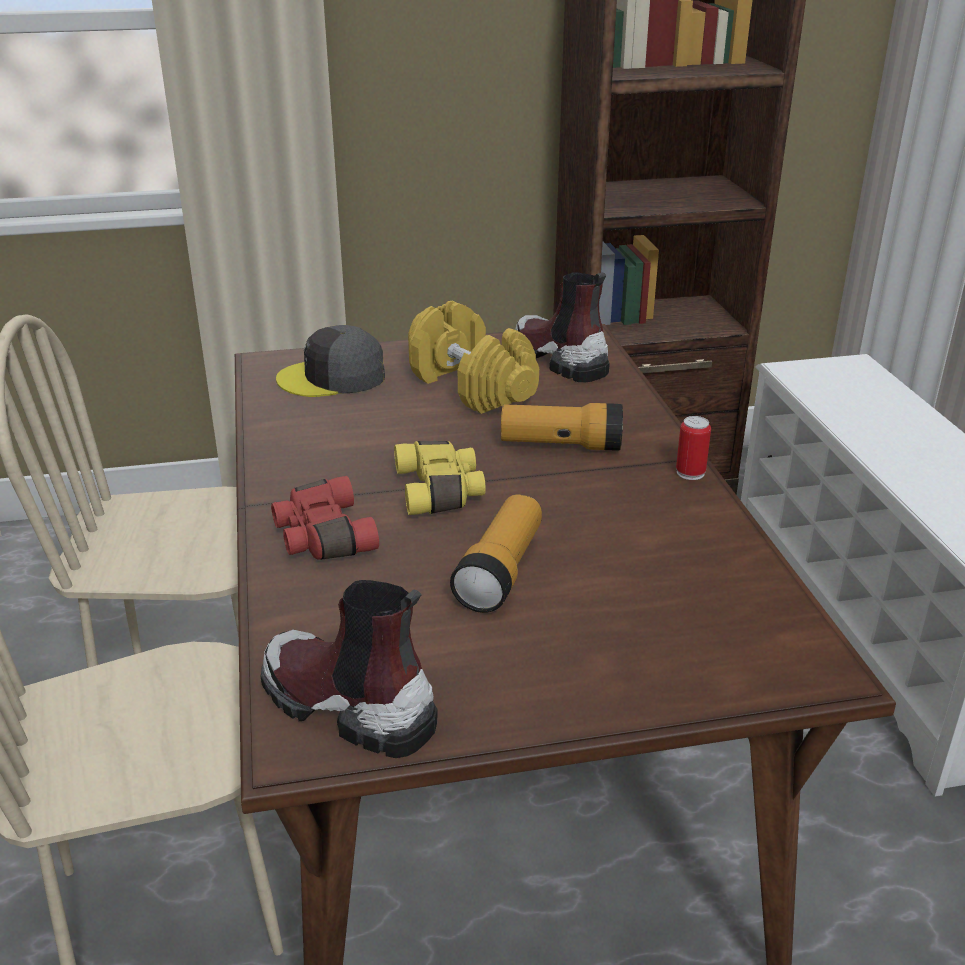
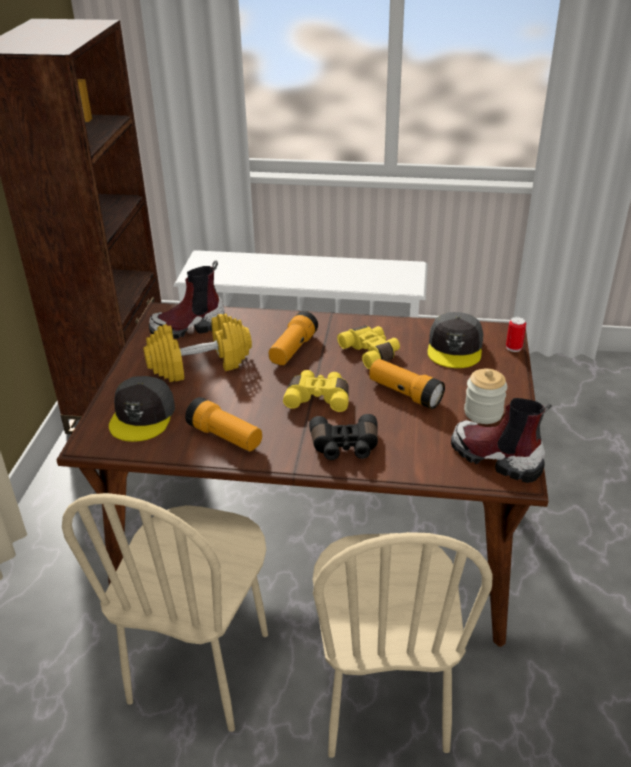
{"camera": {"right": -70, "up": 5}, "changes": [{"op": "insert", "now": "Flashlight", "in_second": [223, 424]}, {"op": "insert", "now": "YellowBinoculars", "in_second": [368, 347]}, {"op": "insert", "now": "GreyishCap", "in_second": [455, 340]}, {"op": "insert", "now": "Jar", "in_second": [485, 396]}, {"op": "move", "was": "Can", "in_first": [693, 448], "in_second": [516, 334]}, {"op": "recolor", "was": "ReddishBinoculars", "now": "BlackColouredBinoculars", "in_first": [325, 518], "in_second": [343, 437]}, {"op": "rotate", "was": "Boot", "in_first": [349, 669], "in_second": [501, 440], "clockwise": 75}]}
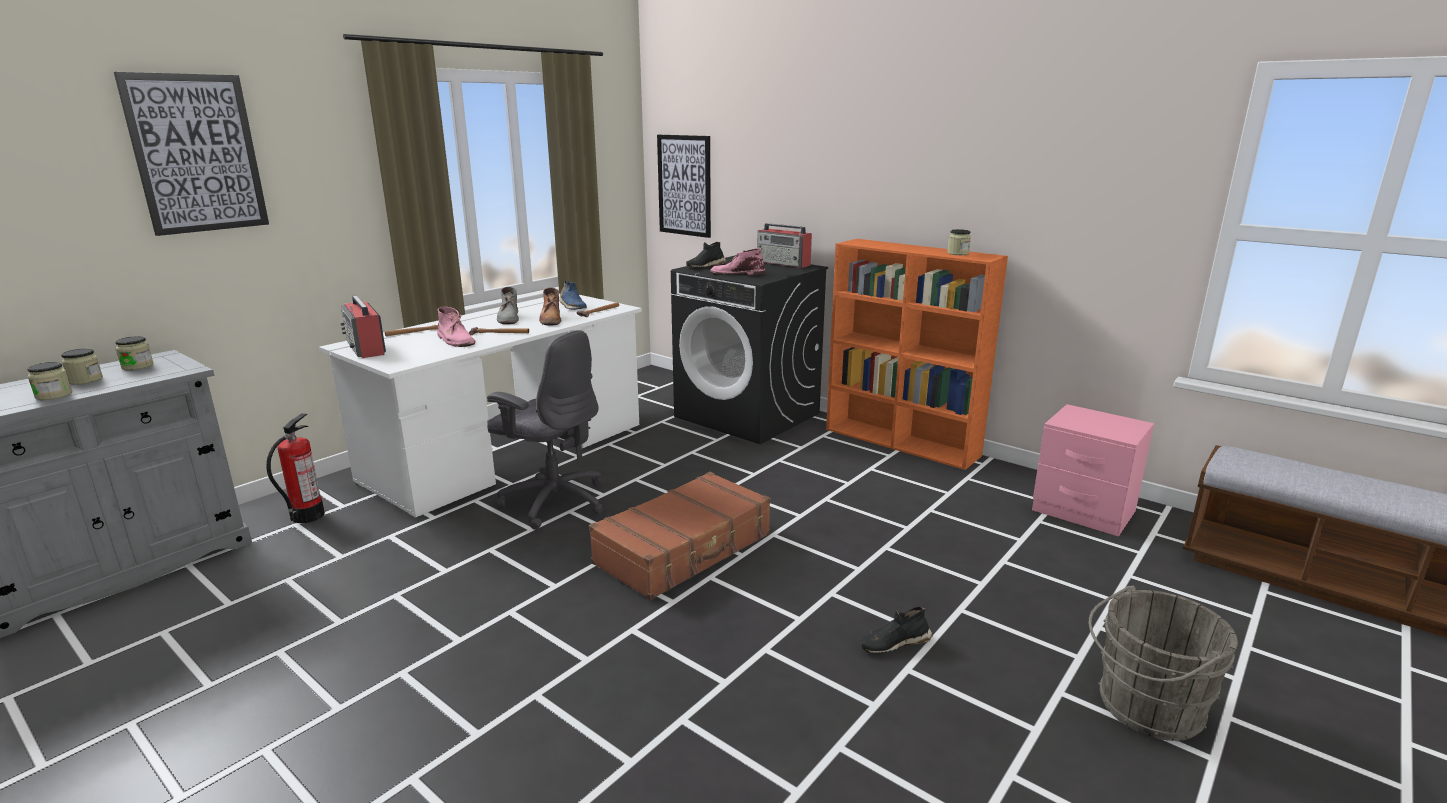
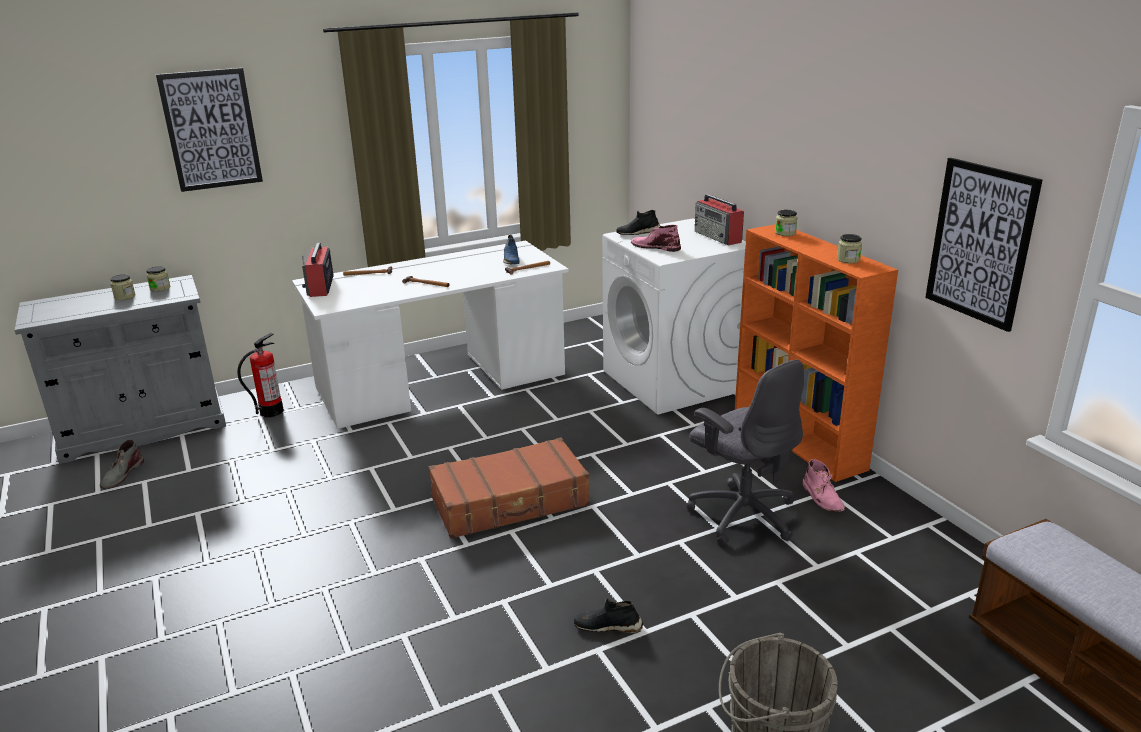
{"camera": {"right": 25, "up": 5}, "changes": [{"op": "delete", "was": "BrownBoot", "in_first": [550, 307]}, {"op": "delete", "was": "PinkNightstand", "in_first": [1093, 470]}, {"op": "move", "was": "Jar", "in_first": [49, 381], "in_second": [786, 223]}, {"op": "move", "was": "PinkBoot", "in_first": [456, 327], "in_second": [824, 485]}, {"op": "move", "was": "GreyishComputerChair", "in_first": [545, 430], "in_second": [745, 452]}, {"op": "move", "was": "GreyishBoot", "in_first": [508, 305], "in_second": [122, 463]}, {"op": "move", "was": "WallPicture", "in_first": [684, 186], "in_second": [983, 245]}, {"op": "recolor", "was": "BlackColouredWashingMachine", "now": "WhiteWashingMachine", "in_first": [749, 349], "in_second": [674, 316]}]}
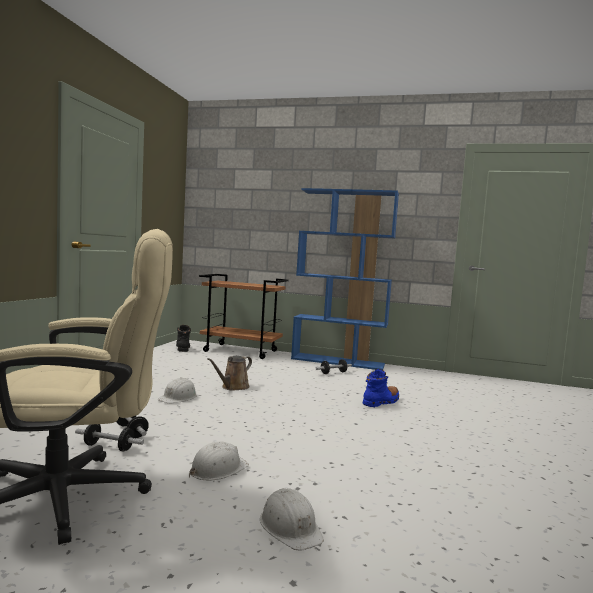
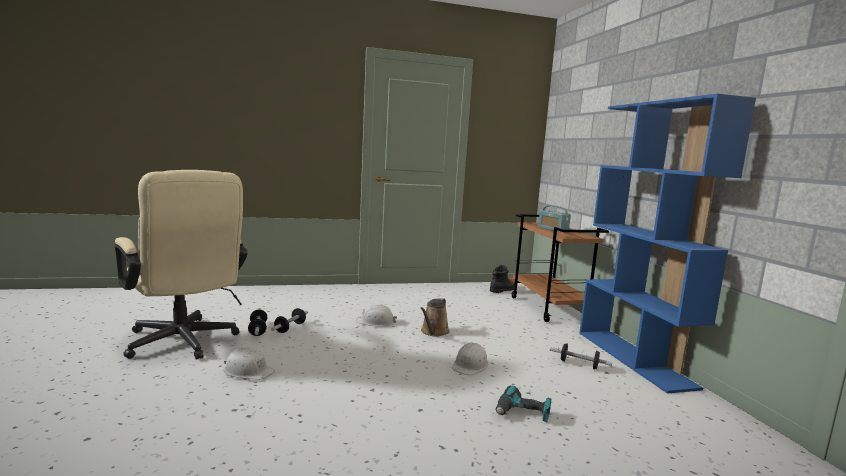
{"camera": {"right": 60, "up": 5}, "changes": [{"op": "insert", "now": "RadioReceiver", "in_second": [554, 218]}, {"op": "move", "was": "WhiteHardHat", "in_first": [292, 519], "in_second": [470, 359]}, {"op": "replace", "was": "BlueColouredBoot", "now": "Drill", "in_first": [381, 388], "in_second": [523, 404]}, {"op": "rotate", "was": "BrownSprinklingCan", "in_first": [229, 373], "in_second": [435, 317], "clockwise": -75}]}
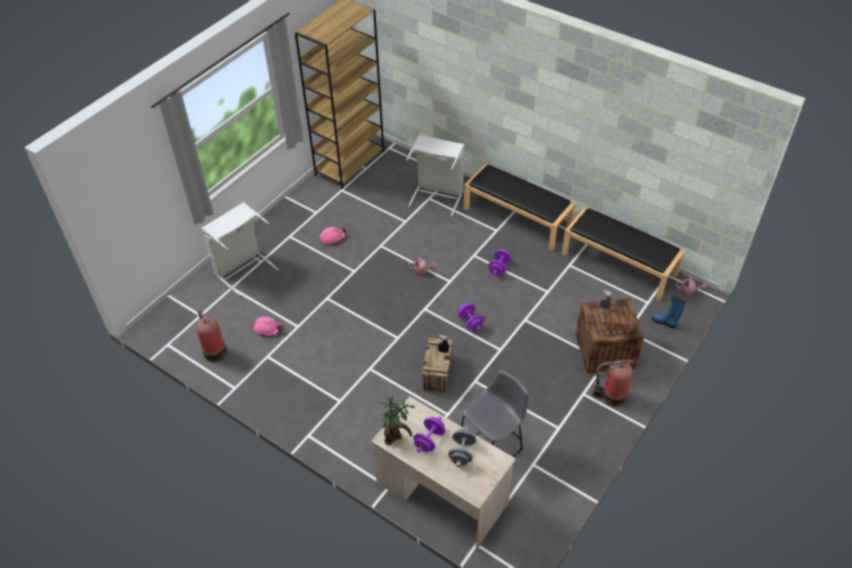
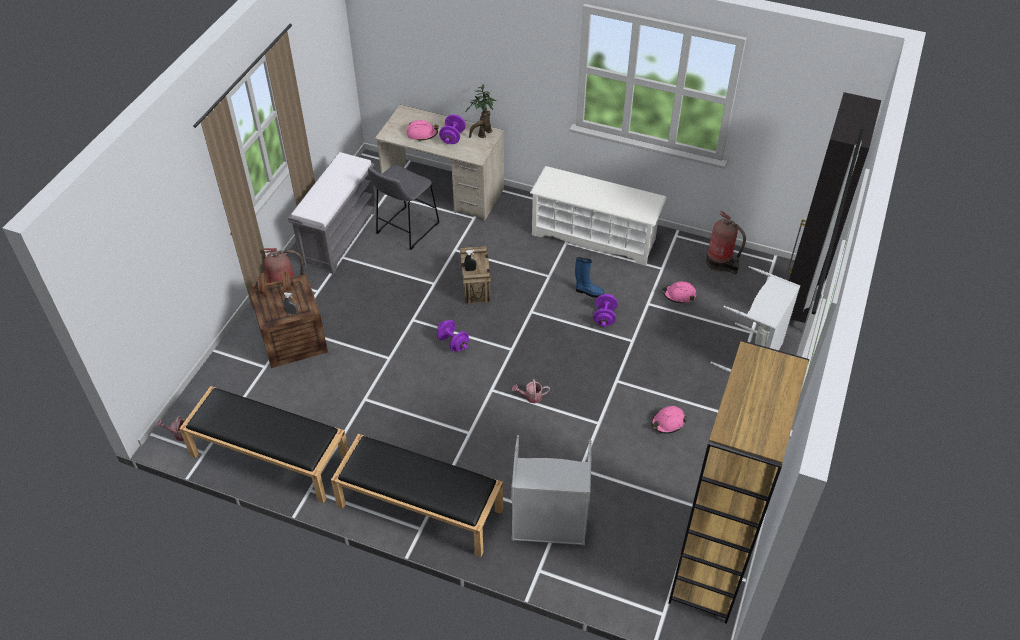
{"camera": {"right": 165, "up": 0}, "changes": [{"op": "insert", "now": "GreyishIndoorBench", "in_second": [332, 213]}, {"op": "insert", "now": "WhiteShoeShelf", "in_second": [598, 216]}, {"op": "insert", "now": "BlackColouredStorageCabinet", "in_second": [834, 207]}, {"op": "move", "was": "PurplishHandWeight", "in_first": [500, 262], "in_second": [605, 310]}, {"op": "move", "was": "BlueColouredBoot", "in_first": [668, 312], "in_second": [589, 277]}, {"op": "replace", "was": "GreyishHandWeight", "now": "PinkHardHat", "in_first": [462, 447], "in_second": [422, 130]}]}
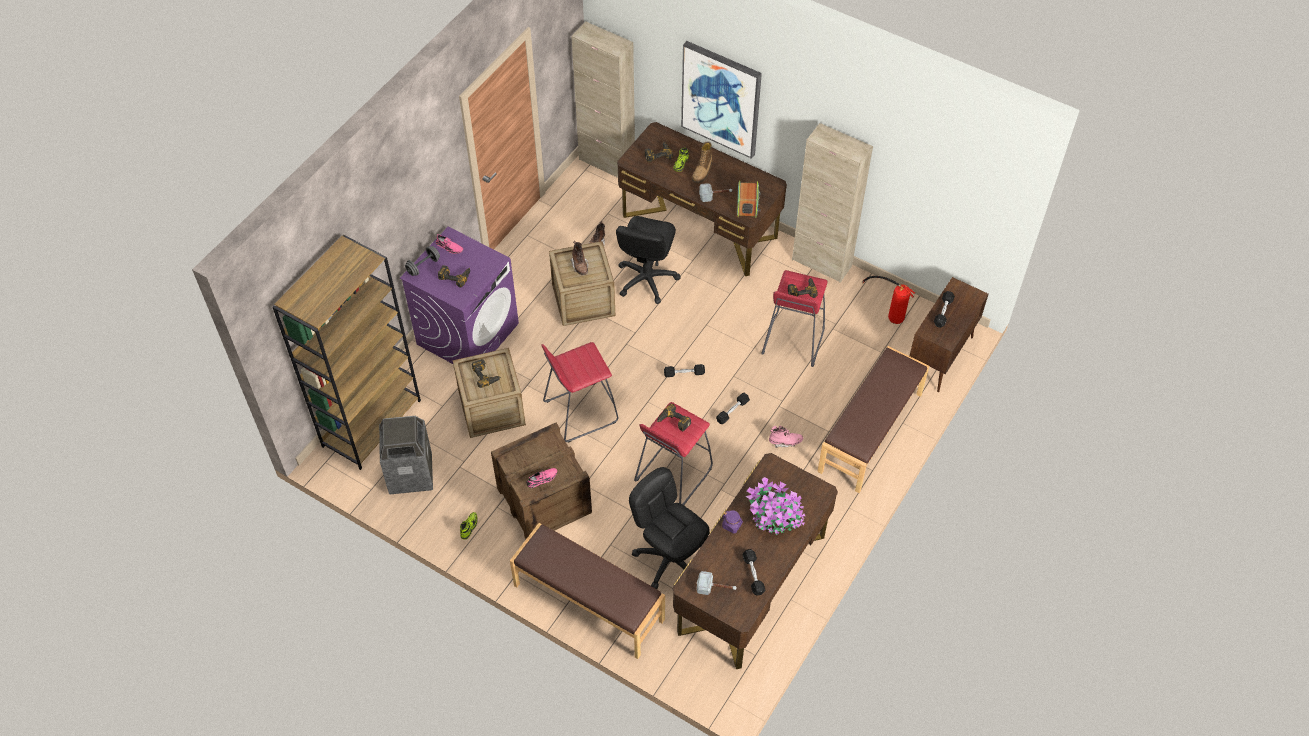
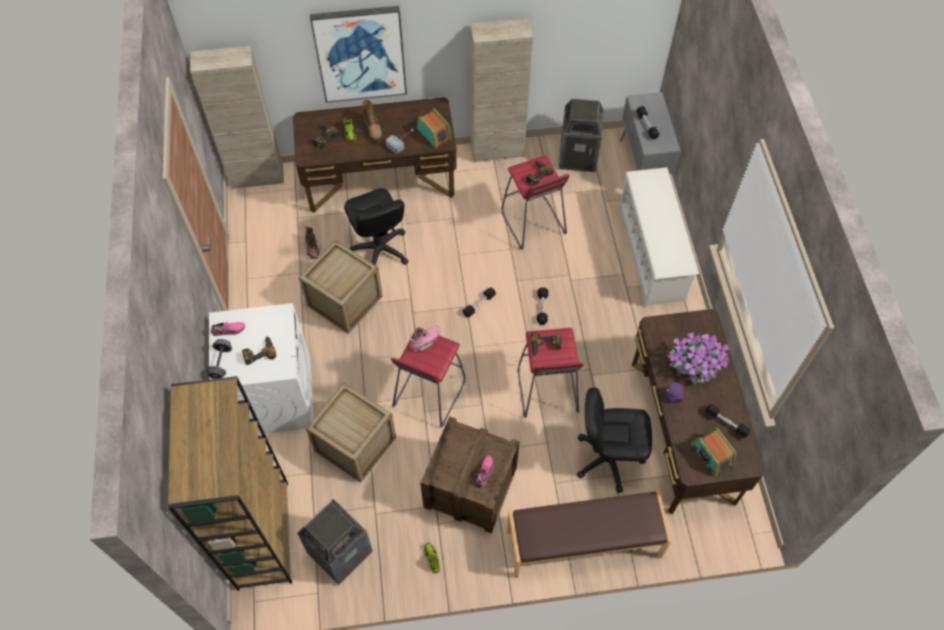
{"camera": {"right": -40, "up": 5}, "changes": [{"op": "delete", "was": "Drill", "in_first": [486, 373]}, {"op": "delete", "was": "BrownBoot", "in_first": [579, 258]}, {"op": "move", "was": "PinkBoot", "in_first": [786, 437], "in_second": [425, 339]}, {"op": "replace", "was": "HandHammer", "now": "RadioReceiver", "in_first": [716, 583], "in_second": [713, 452]}, {"op": "replace", "was": "BrownIndoorBench", "now": "WhiteShoeShelf", "in_first": [873, 419], "in_second": [659, 237]}, {"op": "replace", "was": "Extinguisher", "now": "RubbishBin", "in_first": [888, 300], "in_second": [581, 135]}, {"op": "recolor", "was": "PurplishWashingMachine", "now": "WhiteWashingMachine", "in_first": [459, 295], "in_second": [261, 368]}, {"op": "recolor", "was": "BrownStorageCabinet", "now": "GreyishStorageCabinet", "in_first": [948, 334], "in_second": [650, 133]}]}
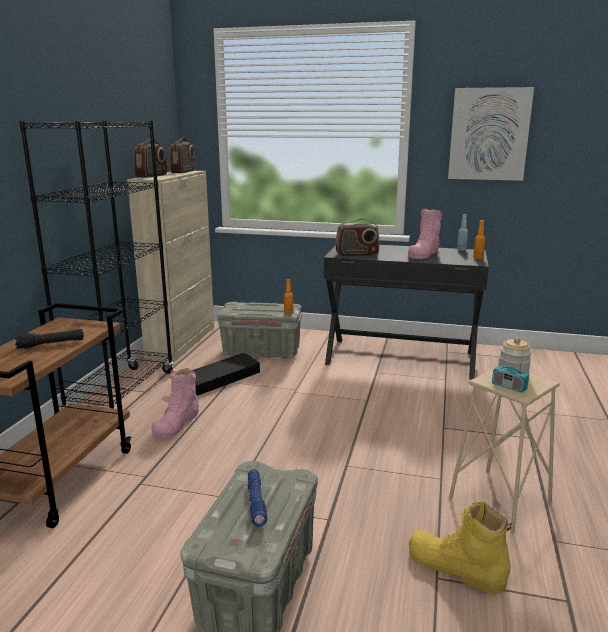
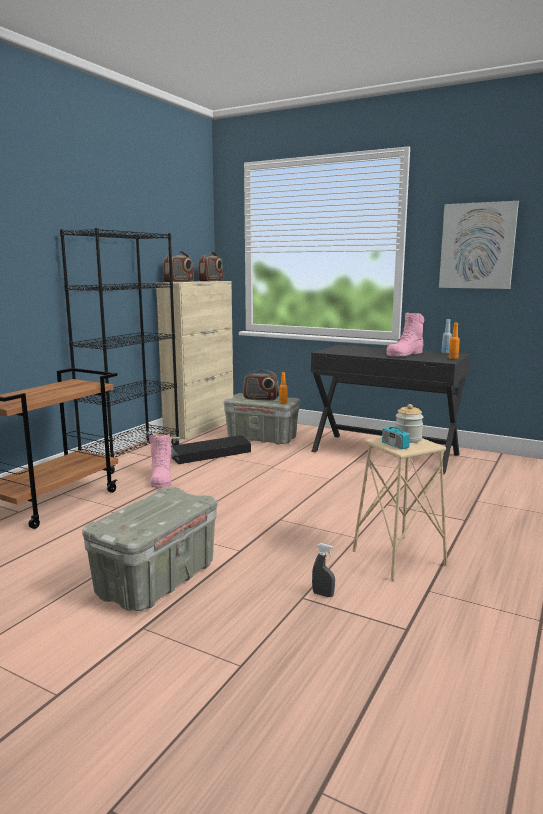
{"camera": {"right": 15, "up": -5}, "changes": [{"op": "delete", "was": "BlackColouredFlashlight", "in_first": [49, 339]}, {"op": "delete", "was": "BlueColouredFlashlight", "in_first": [257, 498]}, {"op": "move", "was": "RadioReceiver", "in_first": [357, 238], "in_second": [261, 385]}, {"op": "replace", "was": "YellowBoot", "now": "GreyishSprayBottle", "in_first": [460, 548], "in_second": [323, 570]}, {"op": "rotate", "was": "PinkBoot", "in_first": [175, 403], "in_second": [160, 460], "clockwise": -45}]}
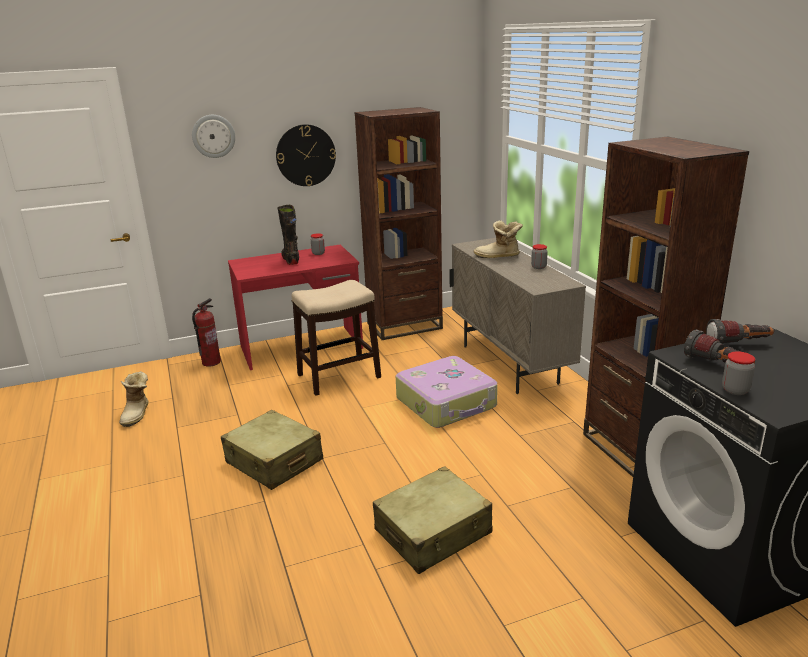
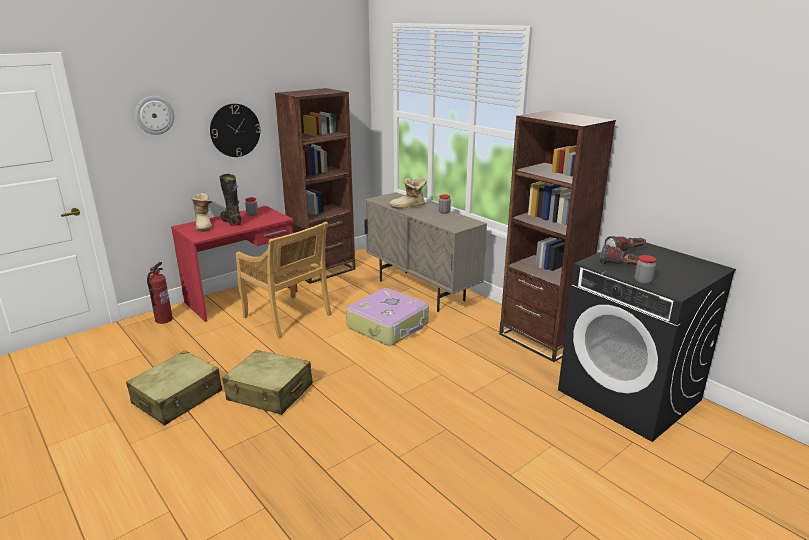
{"camera": {"right": -20, "up": 0}, "changes": [{"op": "move", "was": "Boot", "in_first": [134, 399], "in_second": [202, 212]}, {"op": "move", "was": "SandColouredSuitcase", "in_first": [432, 520], "in_second": [174, 388]}, {"op": "replace", "was": "Stool", "now": "SandColouredChair", "in_first": [336, 338], "in_second": [284, 280]}]}
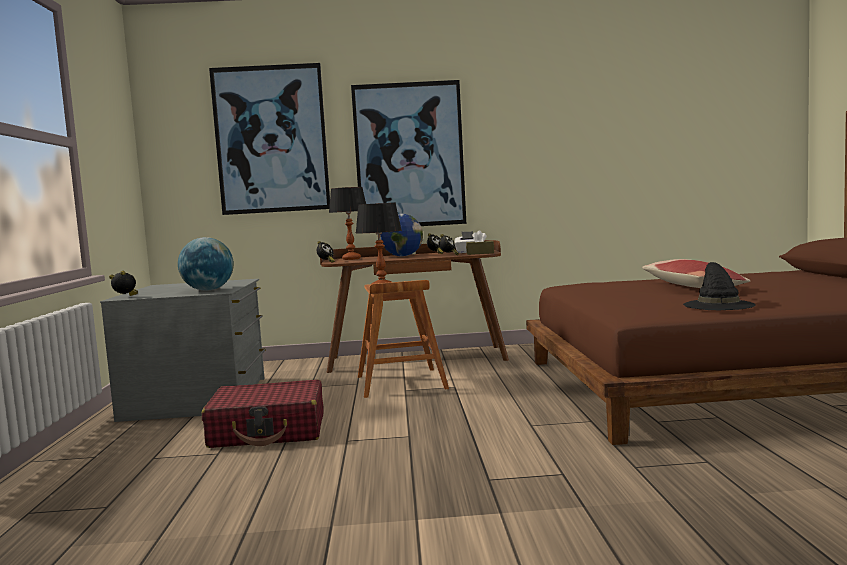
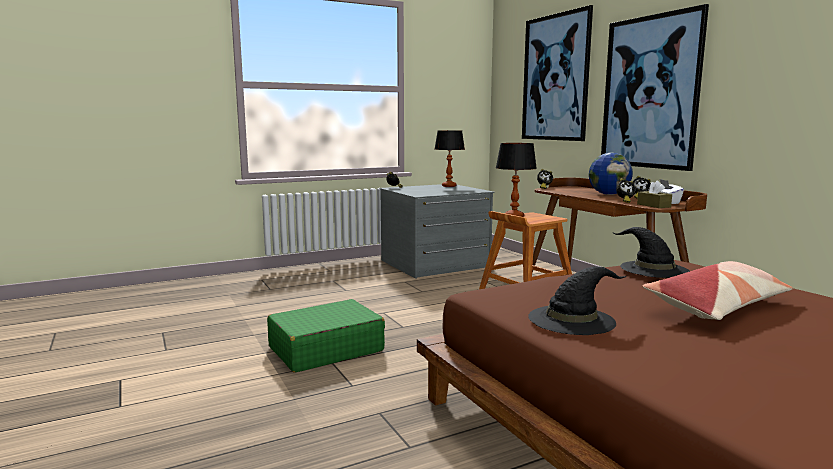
{"camera": {"right": 65, "up": 5}, "changes": [{"op": "delete", "was": "DeskGlobe", "in_first": [206, 264]}, {"op": "delete", "was": "ReddishSuitcase", "in_first": [263, 414]}, {"op": "insert", "now": "GreenishSuitcase", "in_second": [326, 336]}, {"op": "insert", "now": "BlackColouredClothingHat", "in_second": [651, 252]}, {"op": "move", "was": "TabletopLamp", "in_first": [347, 223], "in_second": [450, 158]}]}
